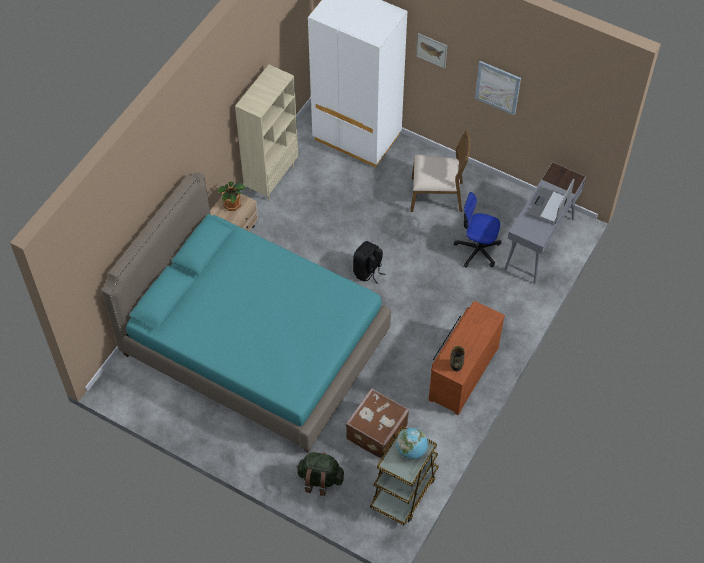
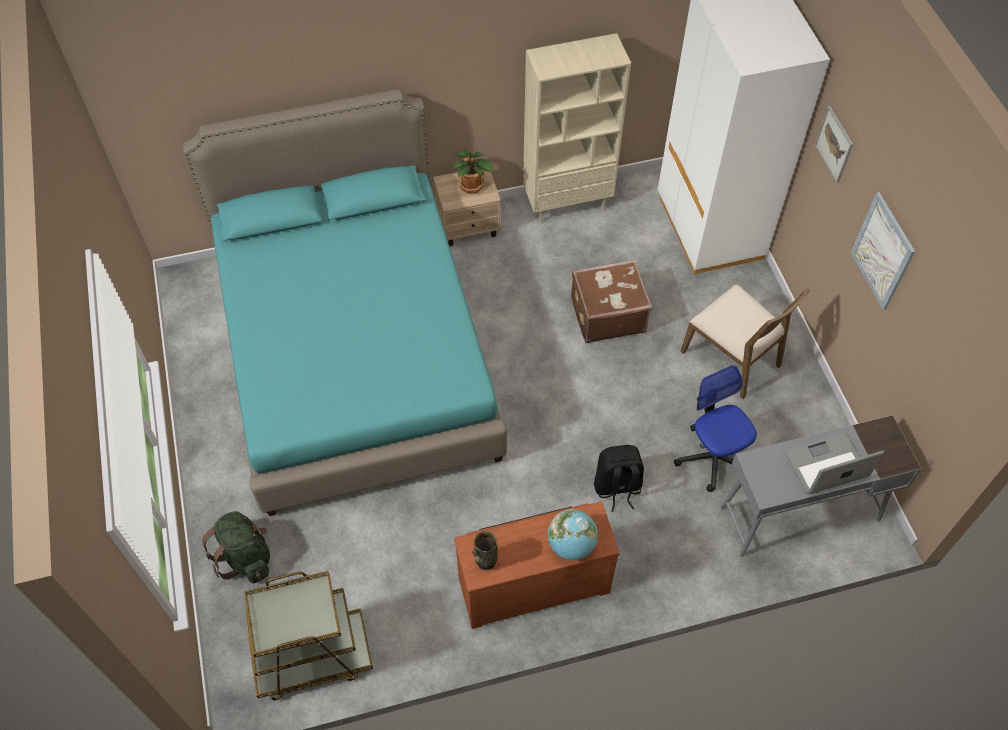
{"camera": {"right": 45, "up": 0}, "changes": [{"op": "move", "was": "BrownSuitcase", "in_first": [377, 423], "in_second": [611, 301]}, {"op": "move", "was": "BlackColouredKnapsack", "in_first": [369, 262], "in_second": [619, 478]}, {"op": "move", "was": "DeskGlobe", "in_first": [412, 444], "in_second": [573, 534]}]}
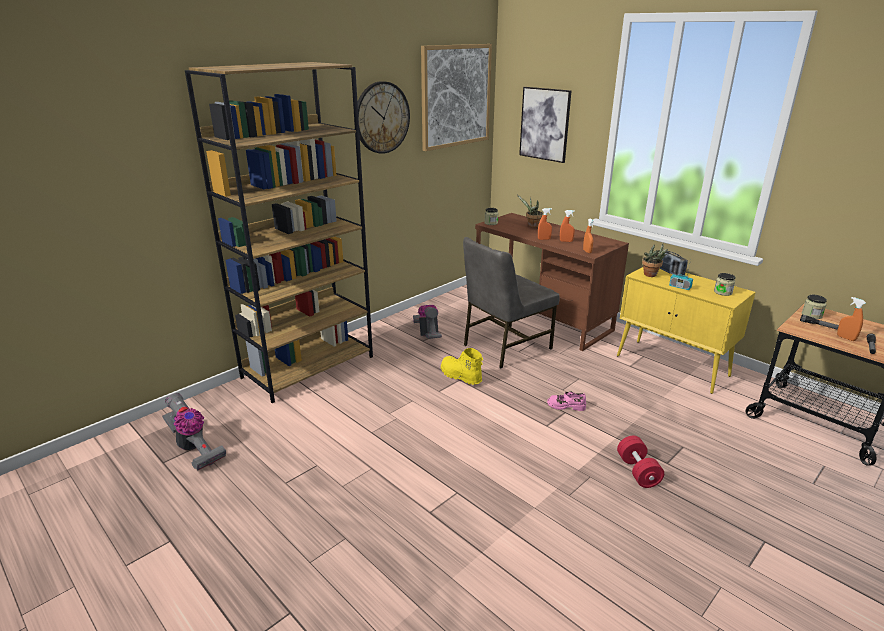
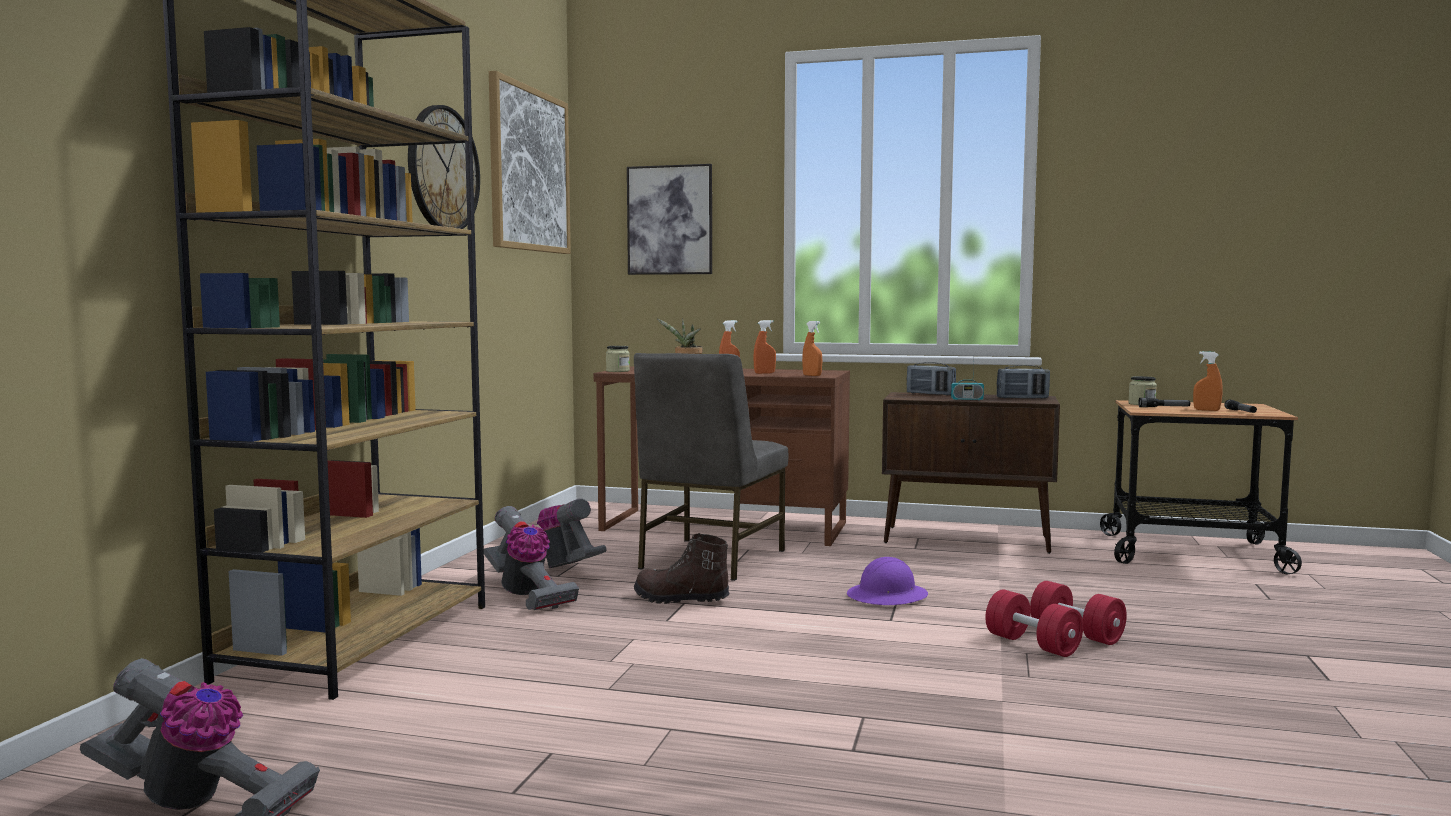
{"camera": {"right": -30, "up": -20}, "changes": [{"op": "delete", "was": "PottedPlant", "in_first": [655, 260]}, {"op": "insert", "now": "VacuumCleaner", "in_second": [531, 558]}, {"op": "insert", "now": "ReddishHandWeight", "in_second": [1034, 623]}, {"op": "replace", "was": "PinkShoe", "now": "PurplishHardHat", "in_first": [566, 401], "in_second": [887, 581]}, {"op": "replace", "was": "Jar", "now": "RadioReceiver", "in_first": [725, 284], "in_second": [1023, 382]}, {"op": "recolor", "was": "YellowBoot", "now": "BrownBoot", "in_first": [462, 366], "in_second": [682, 568]}, {"op": "recolor", "was": "YellowStorageCabinet", "now": "BrownStorageCabinet", "in_first": [686, 330], "in_second": [971, 473]}]}
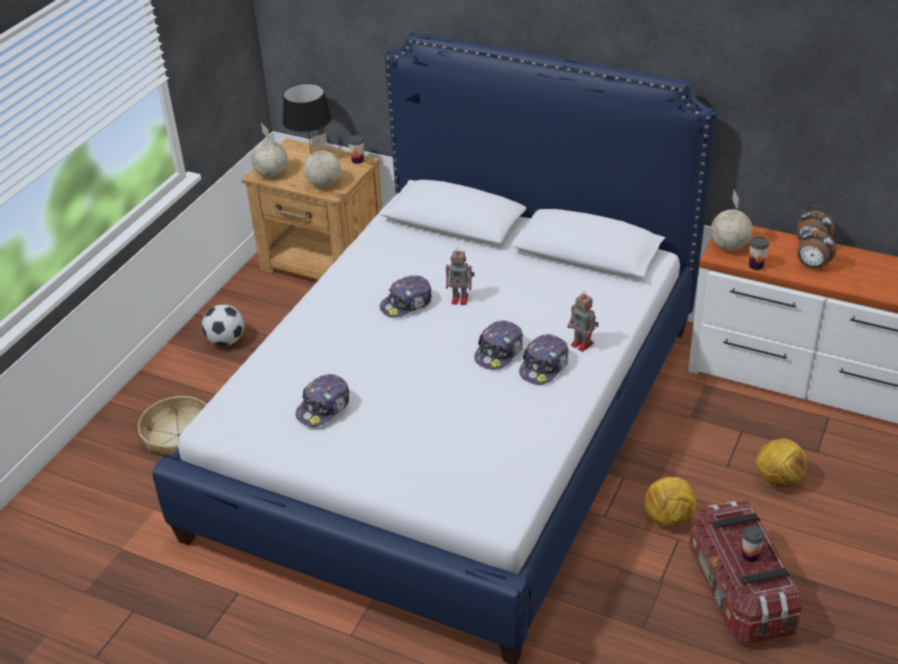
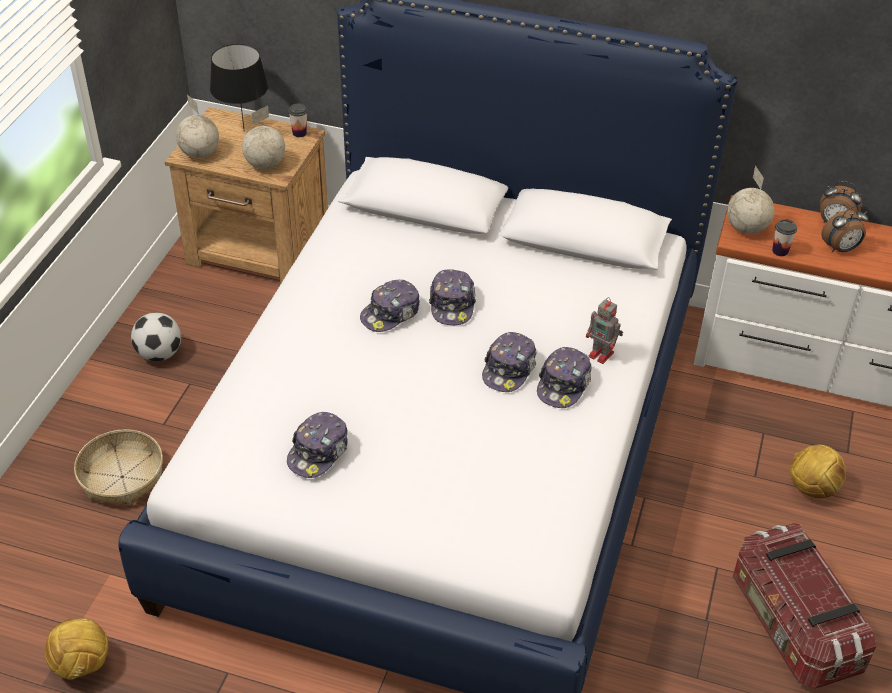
{"camera": {"right": -10, "up": 5}, "changes": [{"op": "delete", "was": "SmallCup", "in_first": [753, 544]}, {"op": "move", "was": "BallForFootball", "in_first": [670, 501], "in_second": [77, 649]}, {"op": "replace", "was": "RobotFigure", "now": "Cap", "in_first": [460, 276], "in_second": [452, 297]}, {"op": "rotate", "was": "AlarmClock", "in_first": [816, 247], "in_second": [844, 229], "clockwise": -45}]}
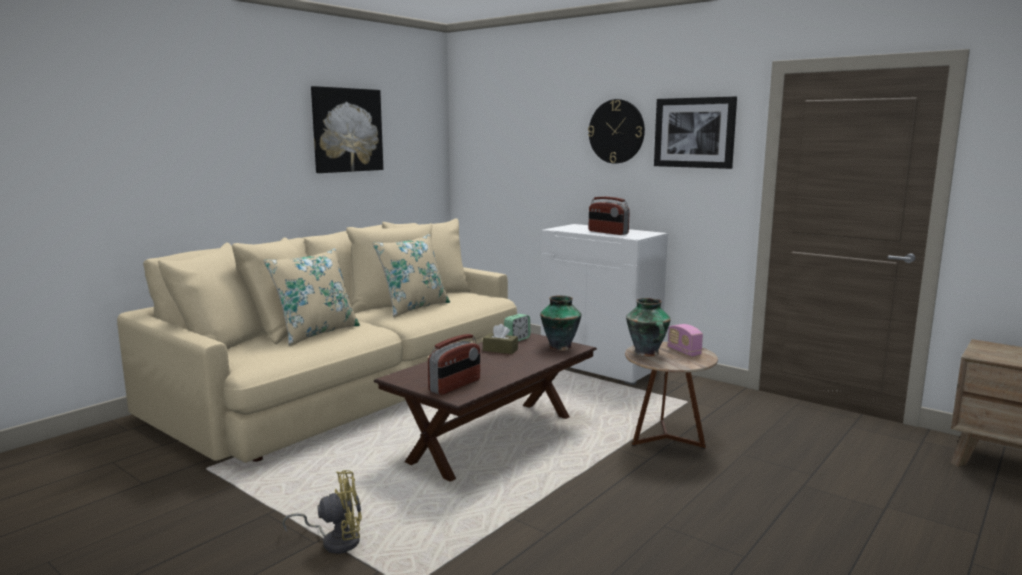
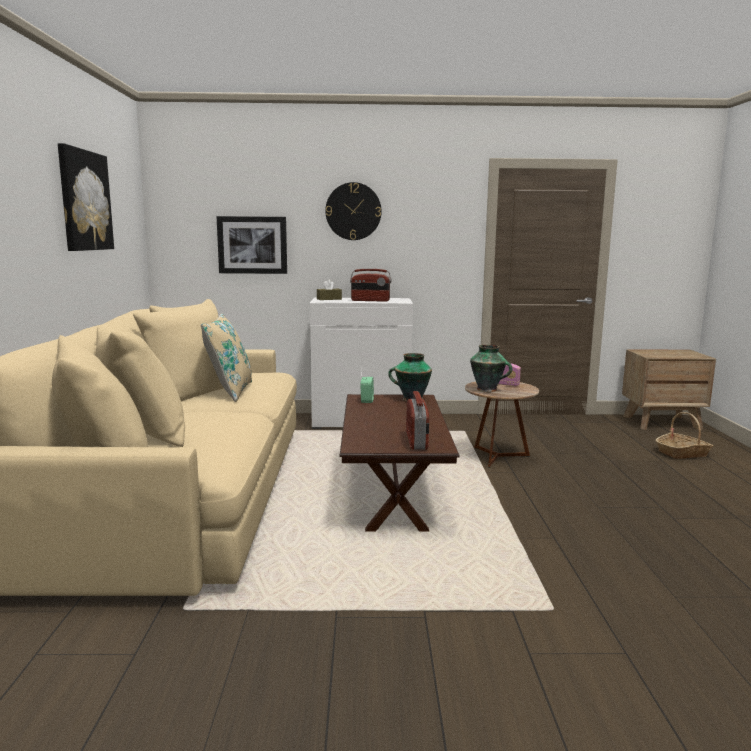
{"camera": {"right": -40, "up": 0}, "changes": [{"op": "delete", "was": "SandColouredThrowPillow", "in_first": [312, 297]}, {"op": "delete", "was": "YellowFan", "in_first": [322, 512]}, {"op": "insert", "now": "HouseholdBasket", "in_second": [684, 435]}, {"op": "move", "was": "BrownTissueBox", "in_first": [500, 339], "in_second": [329, 290]}, {"op": "move", "was": "WallPicture", "in_first": [695, 132], "in_second": [251, 245]}]}
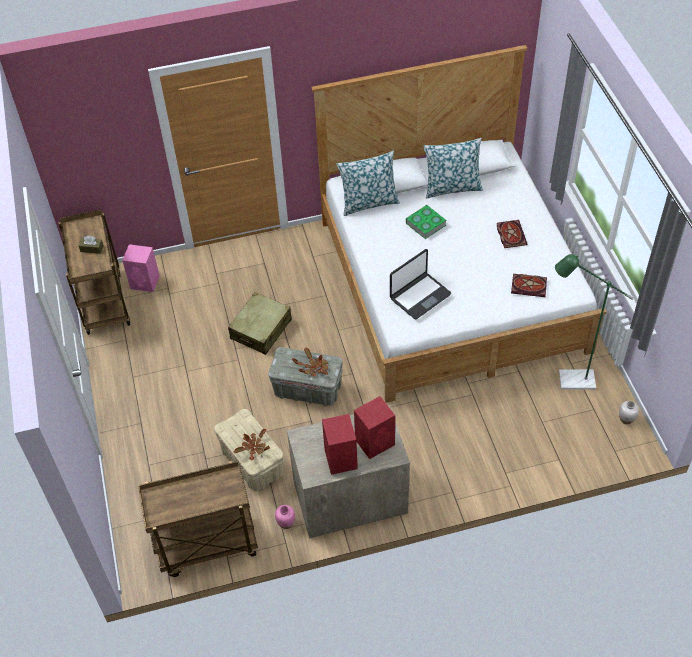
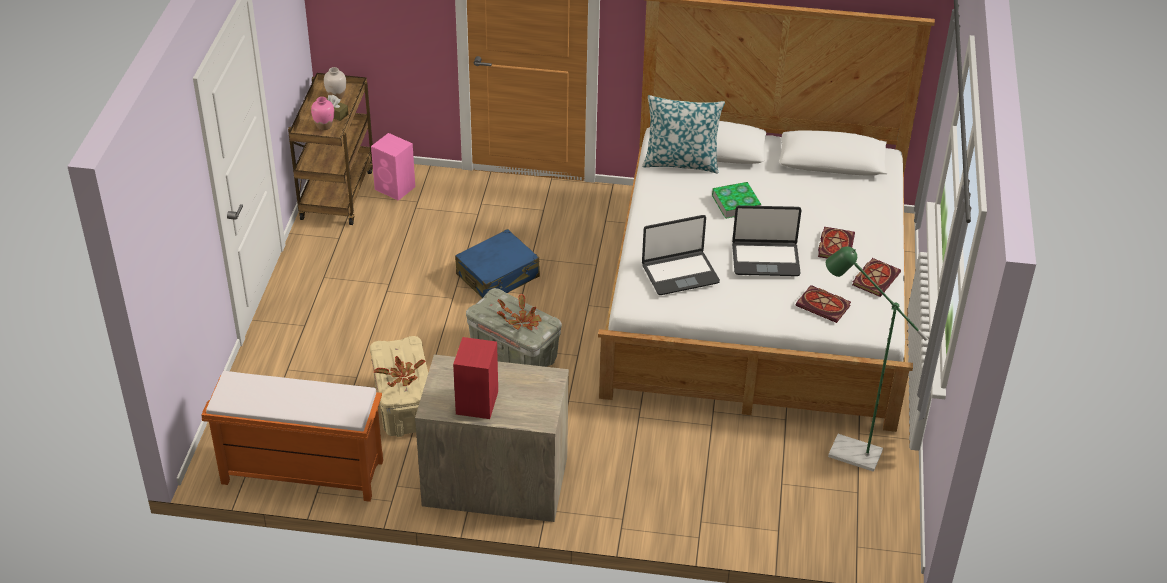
{"camera": {"right": 20, "up": -10}, "changes": [{"op": "delete", "was": "ReddishSpeaker", "in_first": [374, 427]}, {"op": "delete", "was": "ThrowPillow", "in_first": [453, 168]}, {"op": "insert", "now": "NotebookComputer", "in_second": [767, 240]}, {"op": "insert", "now": "Volume", "in_second": [876, 277]}, {"op": "move", "was": "PinkVase", "in_first": [285, 517], "in_second": [322, 113]}, {"op": "move", "was": "WhiteVase", "in_first": [629, 412], "in_second": [335, 83]}, {"op": "replace", "was": "BrownTrolley", "now": "OrangeyIndoorBench", "in_first": [198, 519], "in_second": [292, 436]}, {"op": "recolor", "was": "SandColouredSuitcase", "now": "BlueColouredSuitcase", "in_first": [260, 323], "in_second": [497, 263]}]}
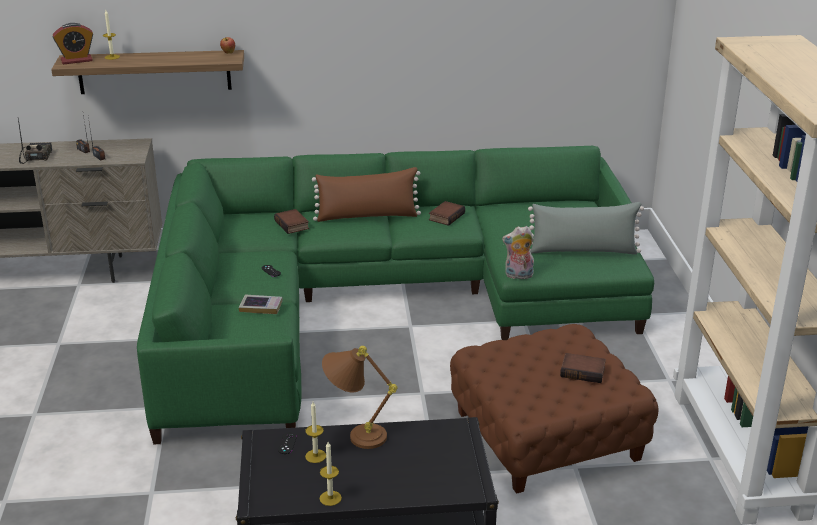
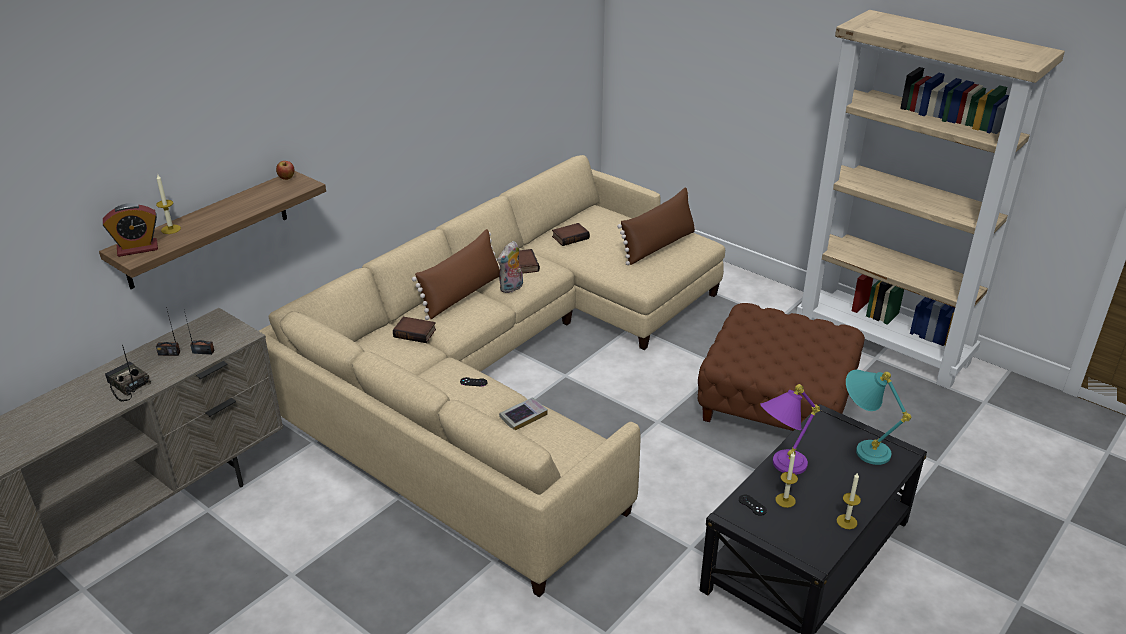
{"camera": {"right": -45, "up": 5}, "changes": [{"op": "insert", "now": "TurquoiseColouredTabletopLamp", "in_second": [878, 417]}, {"op": "move", "was": "CuddlyToy", "in_first": [518, 252], "in_second": [510, 267]}, {"op": "move", "was": "Volume", "in_first": [583, 368], "in_second": [571, 234]}, {"op": "recolor", "was": "GreenishCouch", "now": "SandColouredCouch", "in_first": [395, 295], "in_second": [492, 376]}, {"op": "recolor", "was": "BrownTabletopLamp", "now": "PurplishTabletopLamp", "in_first": [360, 397], "in_second": [790, 429]}, {"op": "recolor", "was": "GreyishThrowPillow", "now": "BrownThrowPillow", "in_first": [586, 228], "in_second": [656, 226]}, {"op": "rotate", "was": "AlarmClock", "in_first": [73, 43], "in_second": [130, 230], "clockwise": 45}]}
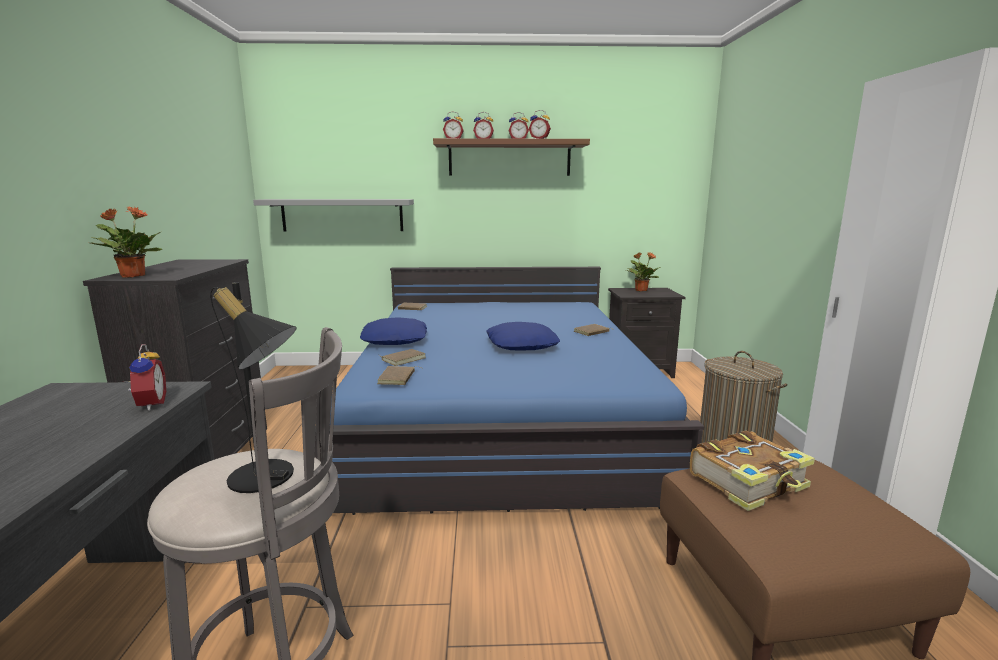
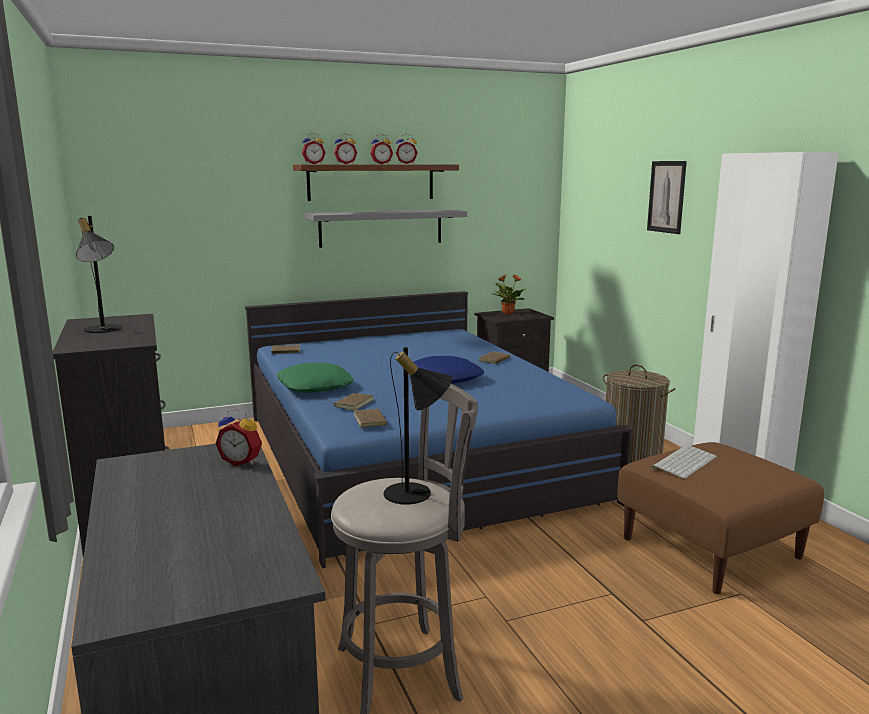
{"camera": {"right": -20, "up": 0}, "changes": [{"op": "delete", "was": "PottedPlant", "in_first": [127, 242]}, {"op": "insert", "now": "BlackColouredTabletopLamp", "in_second": [99, 274]}, {"op": "insert", "now": "WallPicture", "in_second": [667, 197]}, {"op": "move", "was": "GreyishBracketShelf", "in_first": [333, 215], "in_second": [386, 228]}, {"op": "replace", "was": "Volume", "now": "PcKeyboard", "in_first": [752, 471], "in_second": [684, 462]}, {"op": "recolor", "was": "BlueColouredThrowPillow", "now": "GreenishThrowPillow", "in_first": [393, 331], "in_second": [315, 378]}, {"op": "rotate", "was": "AlarmClock", "in_first": [144, 377], "in_second": [238, 437], "clockwise": 150}]}
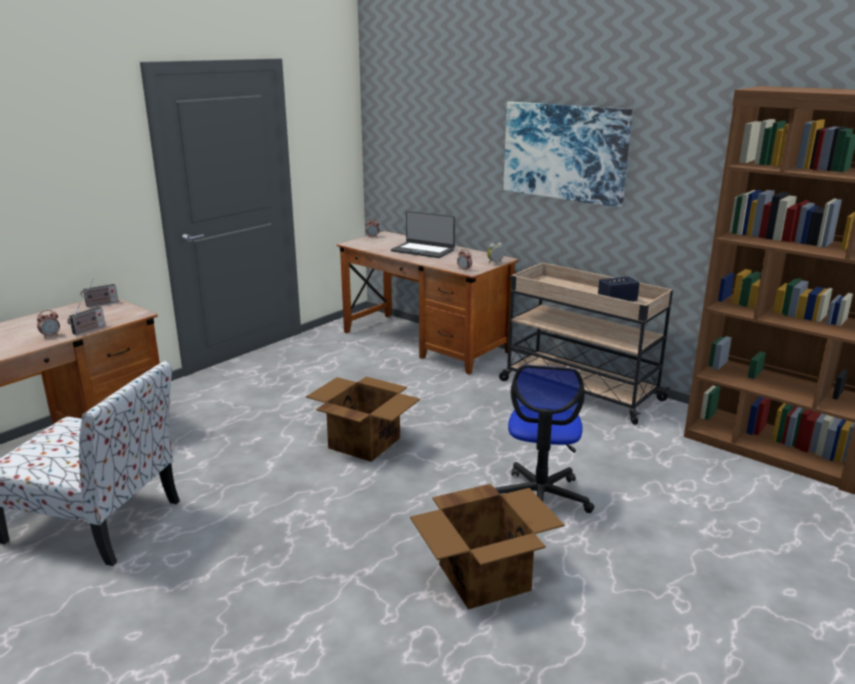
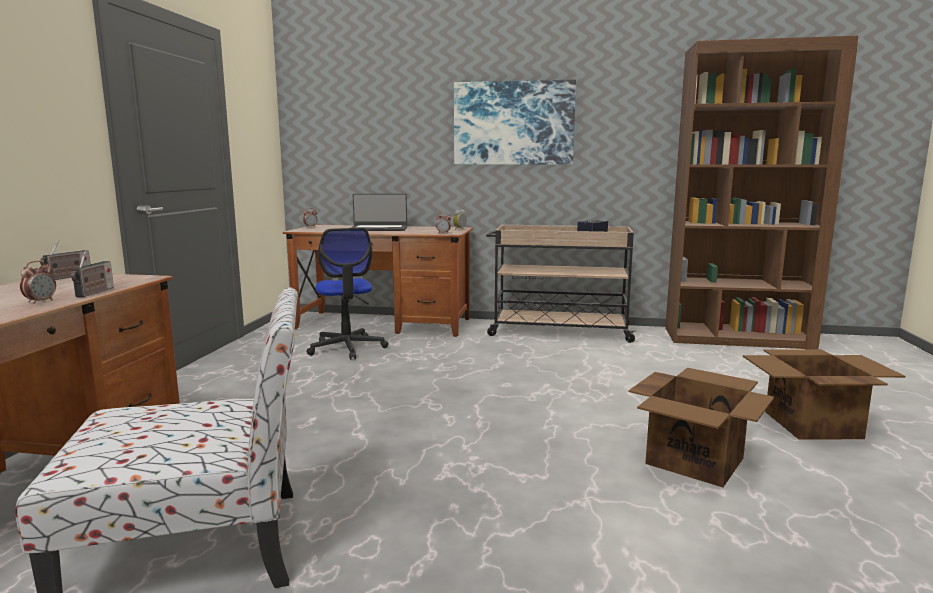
{"camera": {"right": -30, "up": -10}, "changes": [{"op": "move", "was": "Carton", "in_first": [363, 419], "in_second": [824, 394]}, {"op": "move", "was": "ComputerChair", "in_first": [544, 439], "in_second": [347, 293]}]}
